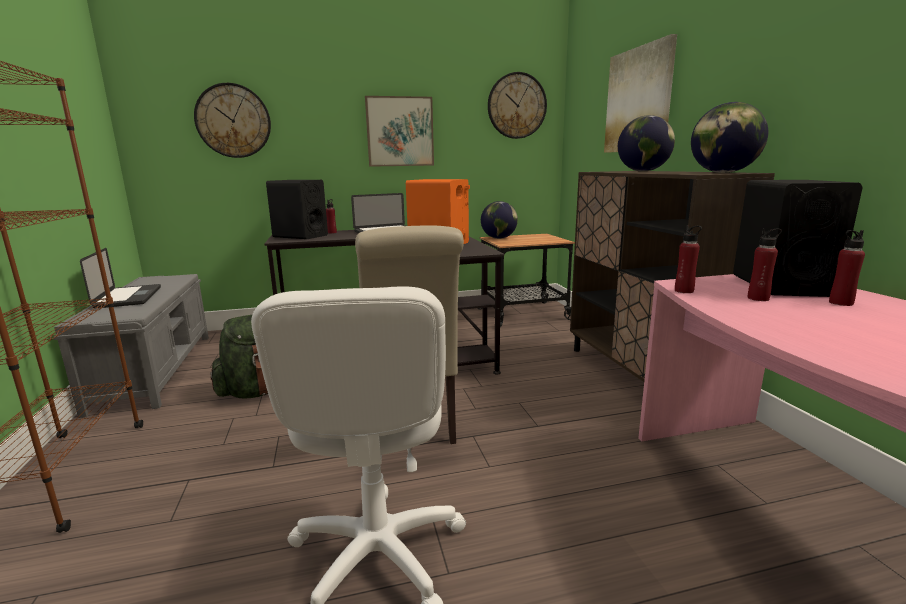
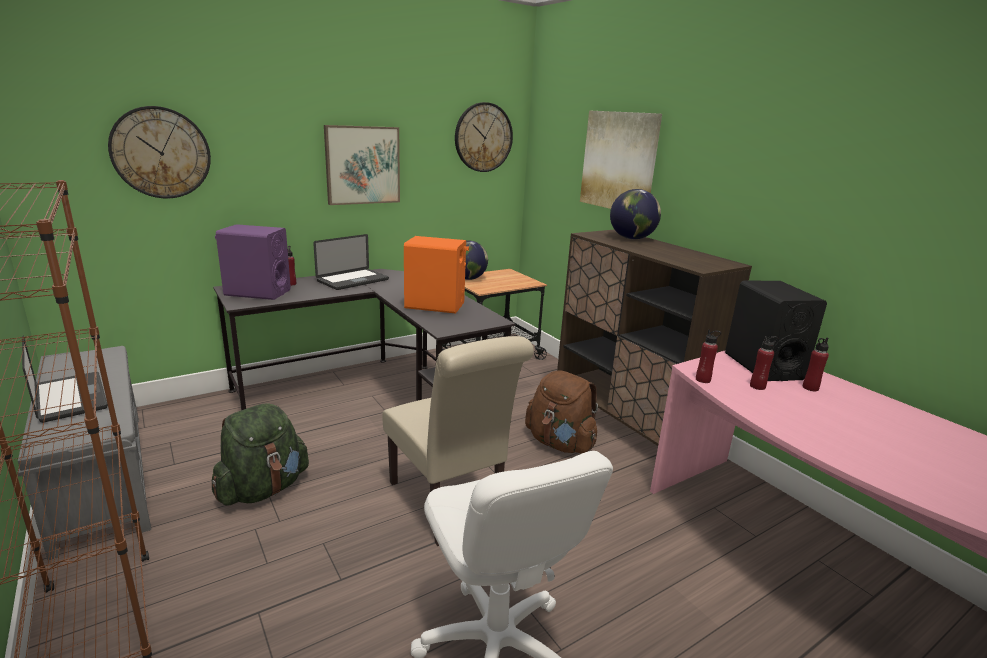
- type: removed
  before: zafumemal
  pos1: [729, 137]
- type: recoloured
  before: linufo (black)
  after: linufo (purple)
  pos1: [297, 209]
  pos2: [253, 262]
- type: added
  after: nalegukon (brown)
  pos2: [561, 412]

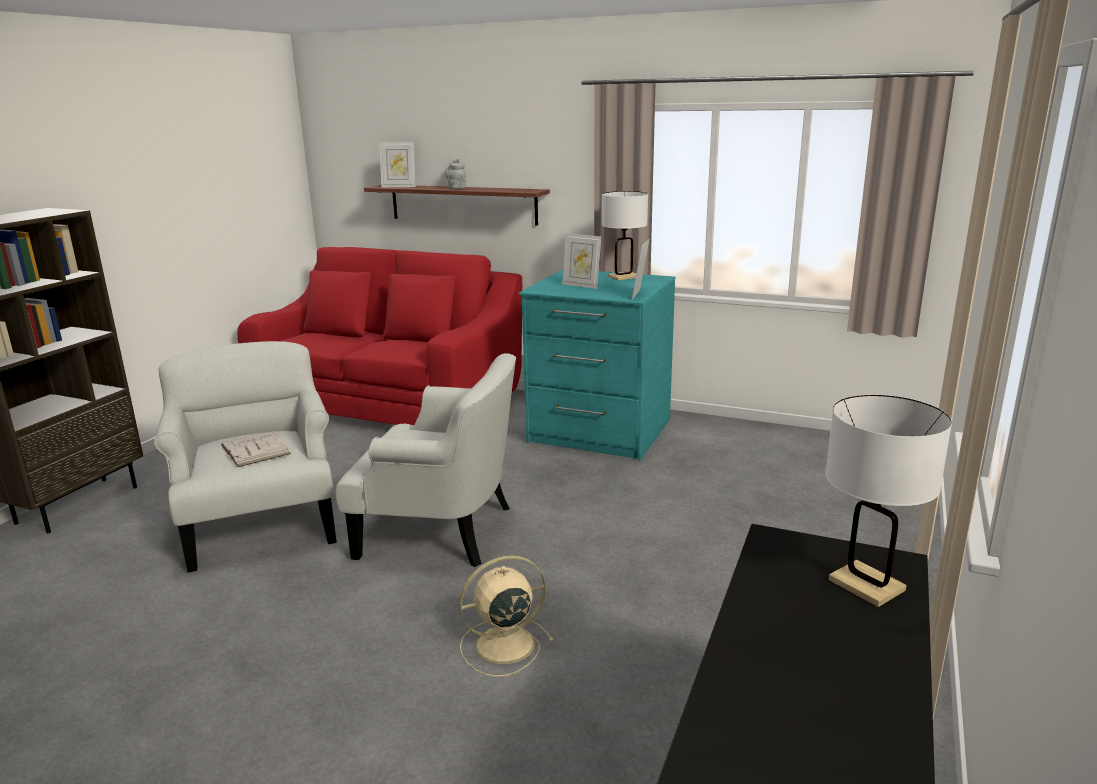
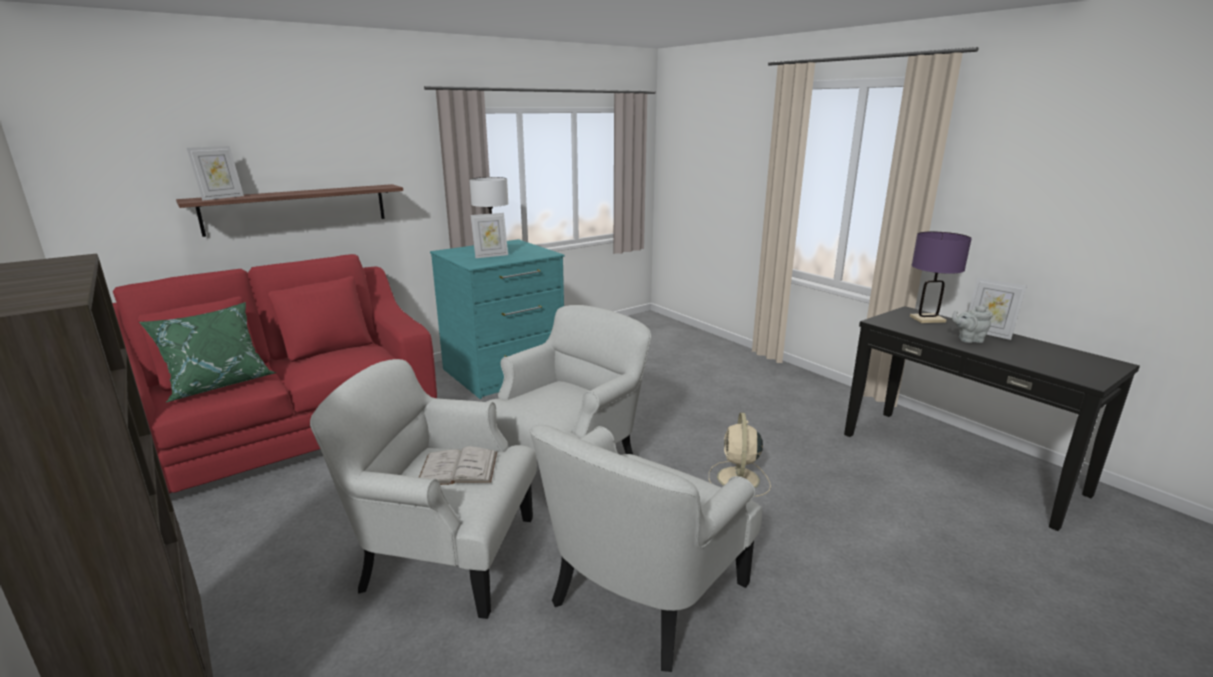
- type: moved
  before: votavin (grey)
  pos1: [455, 173]
  pos2: [972, 324]
- type: moved
  before: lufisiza
  pos1: [640, 269]
  pos2: [997, 308]
- type: recoloured
  before: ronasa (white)
  after: ronasa (purple)
  pos1: [888, 501]
  pos2: [941, 277]
- type: added
  after: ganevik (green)
  pos2: [208, 352]
- type: added
  after: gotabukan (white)
  pos2: [646, 548]

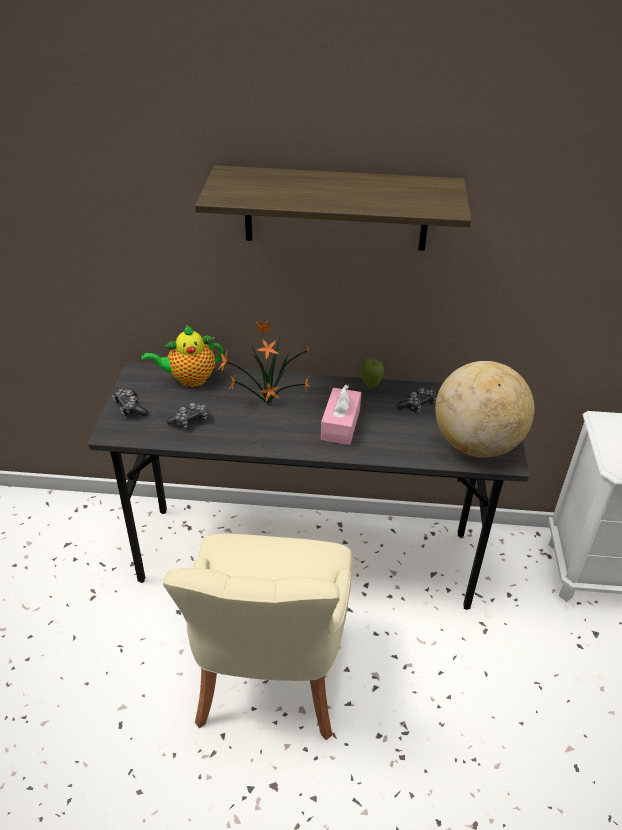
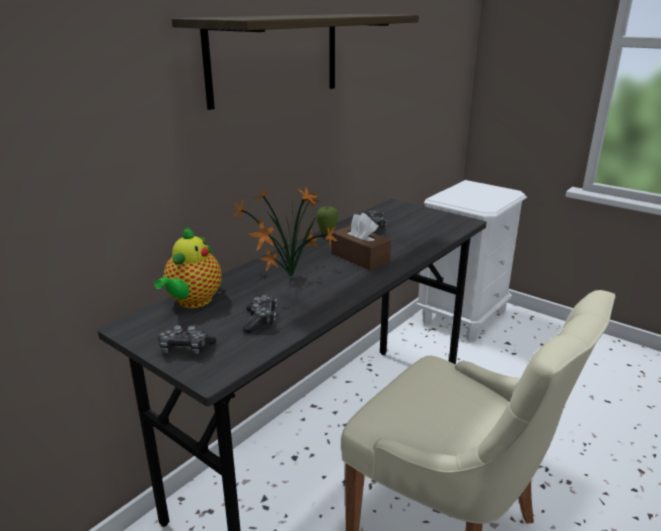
- type: removed
  before: zafumemal
  pos1: [484, 409]
- type: recoloured
  before: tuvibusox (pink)
  after: tuvibusox (brown)
  pos1: [341, 415]
  pos2: [361, 241]

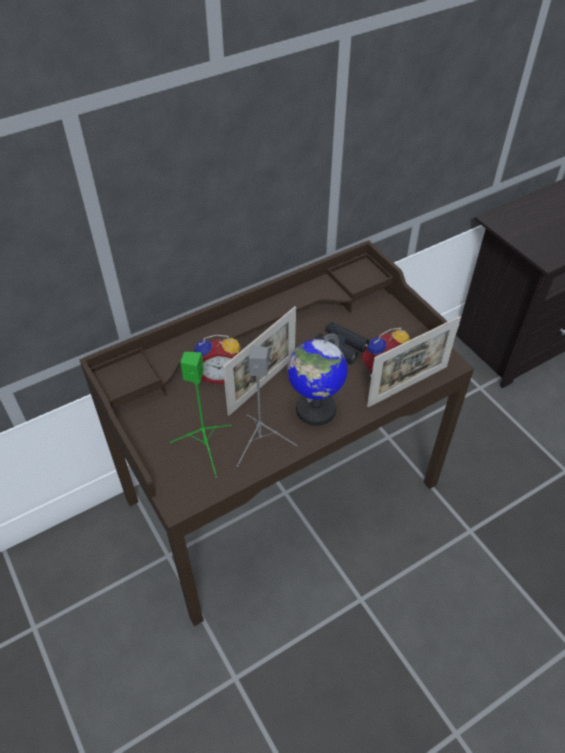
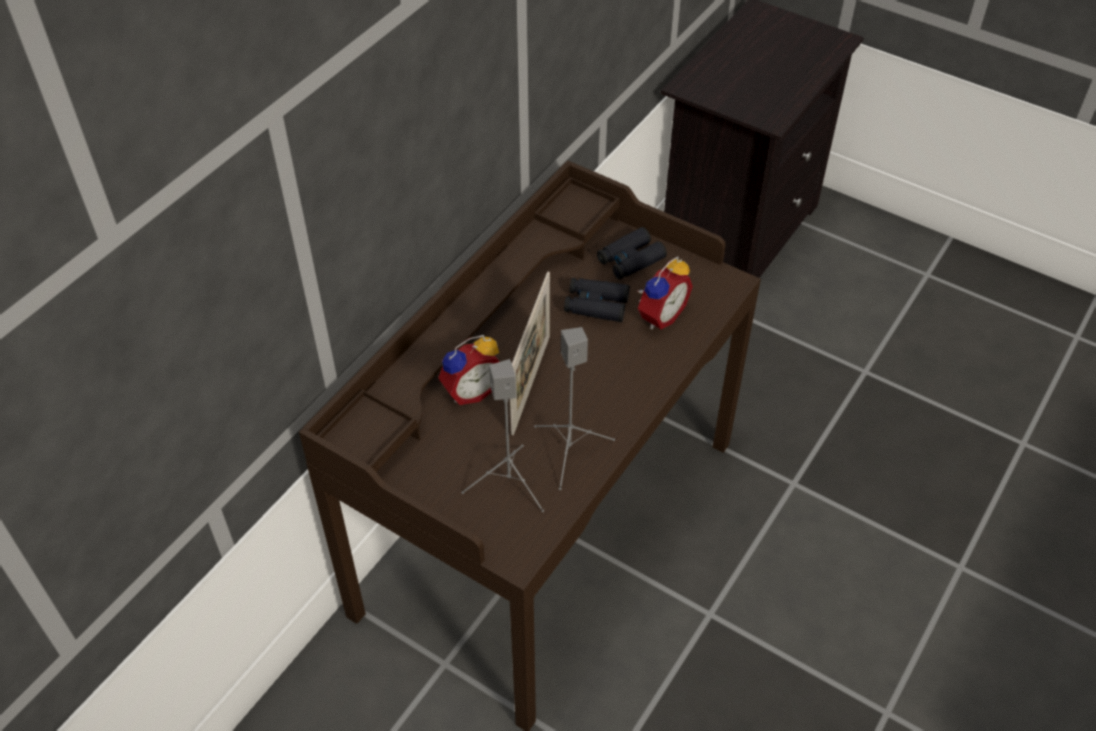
- type: removed
  before: lufisiza
  pos1: [414, 361]
- type: removed
  before: zafumemal
  pos1: [317, 380]
- type: recoloured
  before: linufo (green)
  after: linufo (grey)
  pos1: [201, 415]
  pos2: [502, 435]
- type: added
  after: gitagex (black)
  pos2: [632, 253]

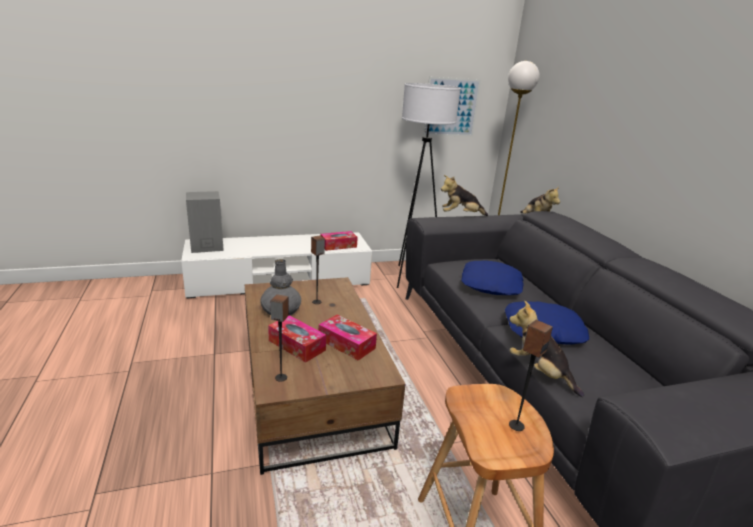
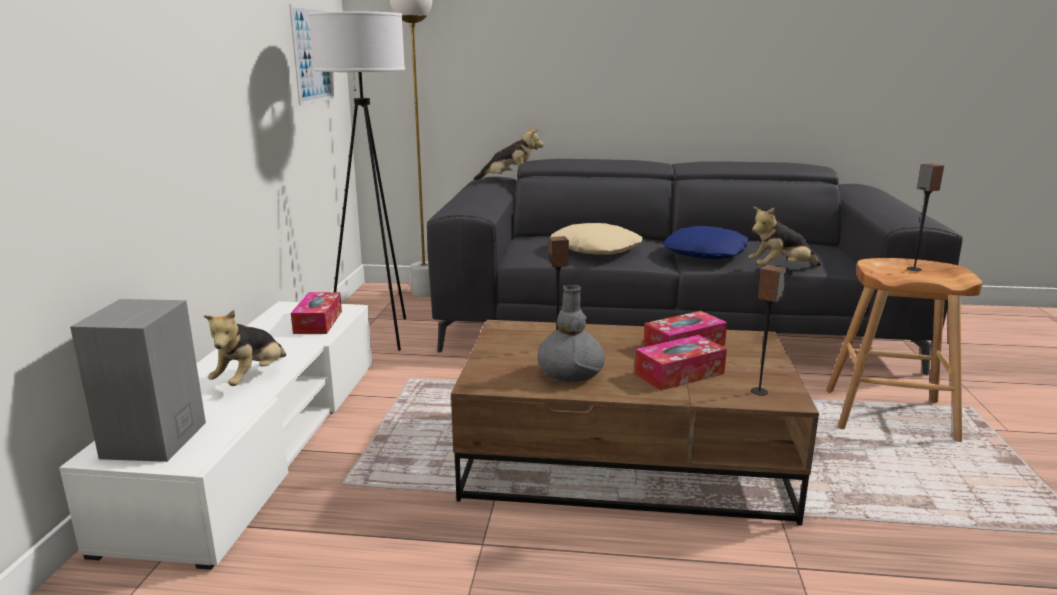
- type: moved
  before: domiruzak
  pos1: [464, 195]
  pos2: [245, 348]
- type: recoloured
  before: ganevik (blue)
  after: ganevik (beige)
  pos1: [492, 278]
  pos2: [596, 239]

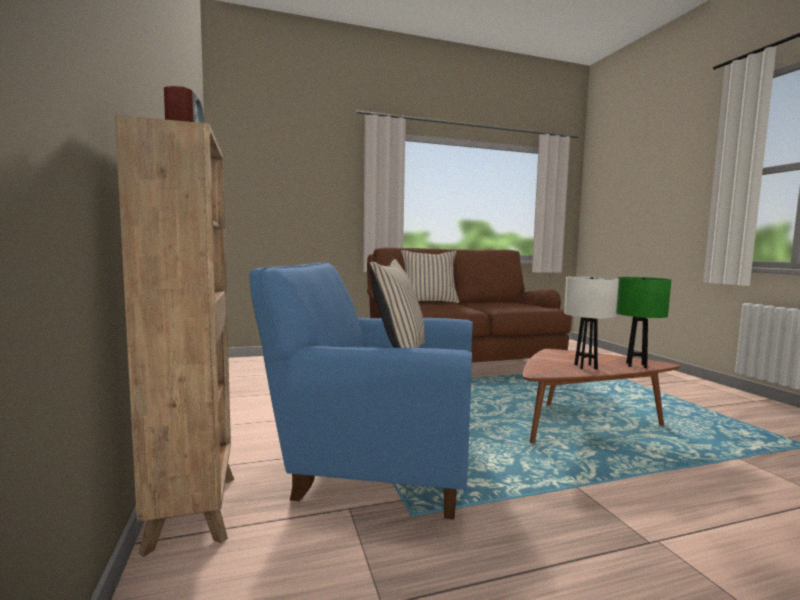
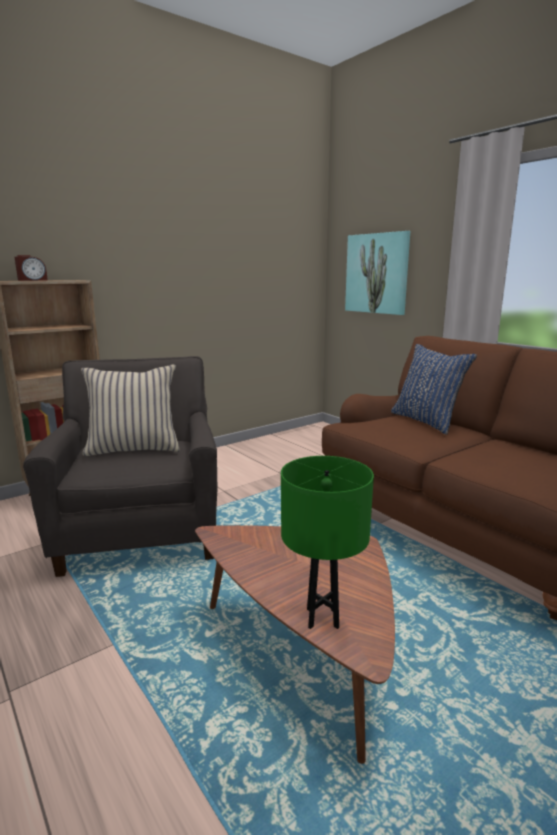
- type: recoloured
  before: ganevik (beige)
  after: ganevik (blue)
  pos1: [430, 276]
  pos2: [434, 389]
- type: recoloured
  before: gotabukan (blue)
  after: gotabukan (grey)
  pos1: [361, 390]
  pos2: [120, 466]
- type: removed
  before: ronasa (white)
  pos1: [591, 323]
- type: added
  after: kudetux
  pos2: [377, 273]

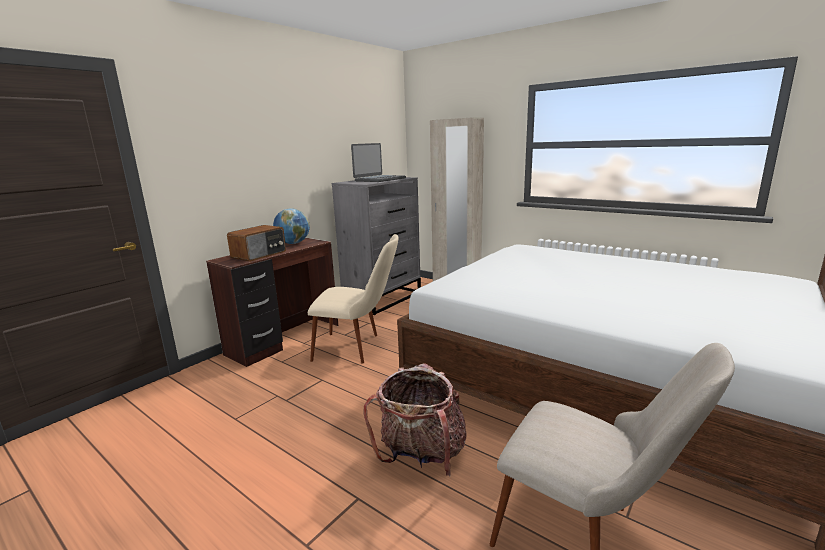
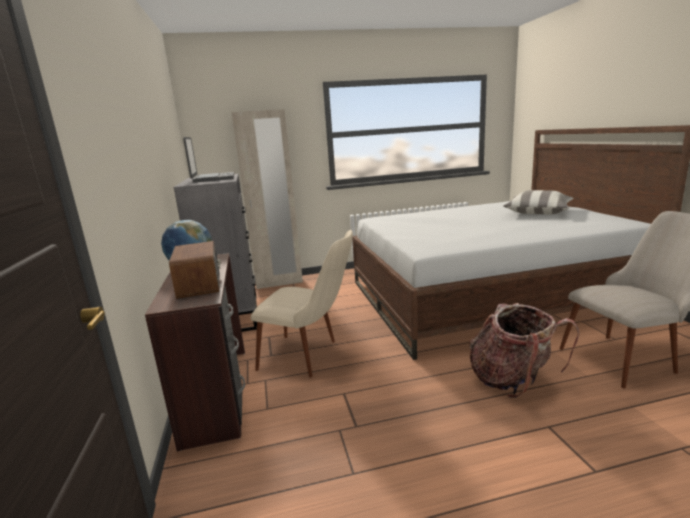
- type: turned
  before: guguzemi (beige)
  pos1: [353, 299]
  pos2: [302, 303]
  turn: 60
- type: added
  after: ganevik
  pos2: [538, 202]

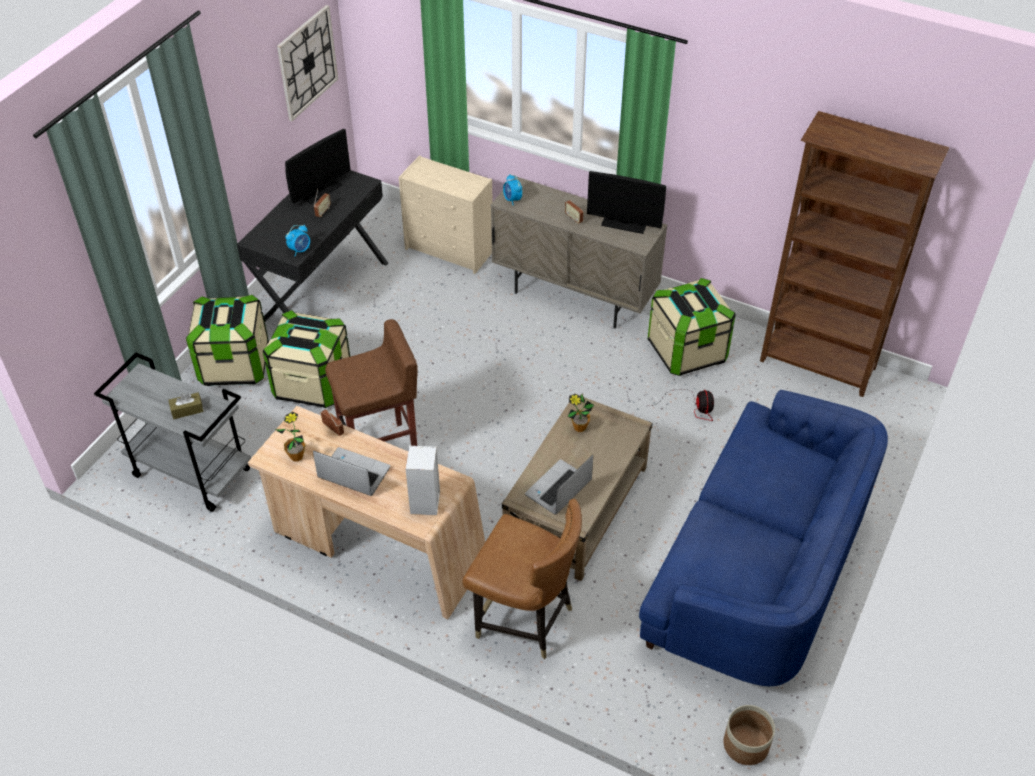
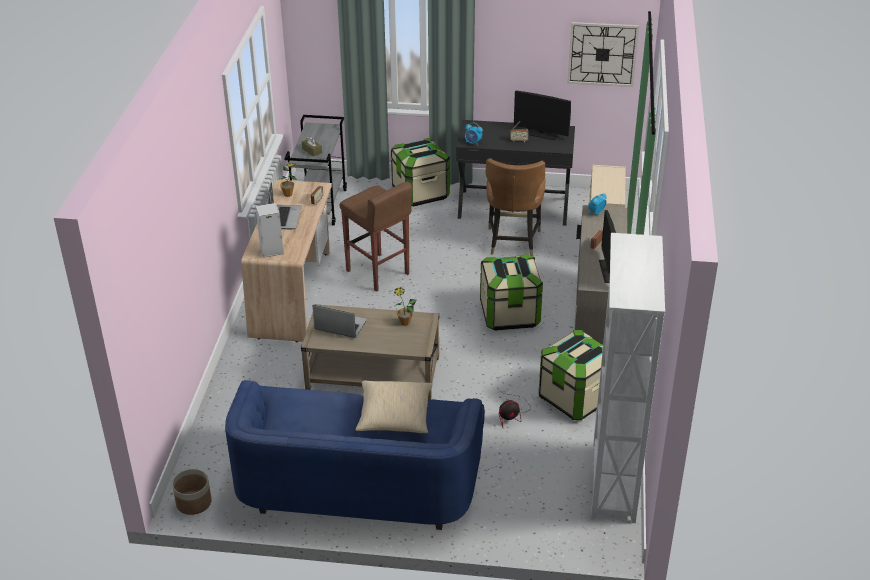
- type: recoloured
  before: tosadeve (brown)
  after: tosadeve (white)
  pos1: [854, 254]
  pos2: [628, 378]
- type: moved
  before: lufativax
  pos1: [306, 359]
  pos2: [511, 292]
- type: moved
  before: guguzemi (brown)
  pos1: [522, 579]
  pos2: [515, 207]
- type: added
  after: ganevik (beige)
  pos2: [394, 407]

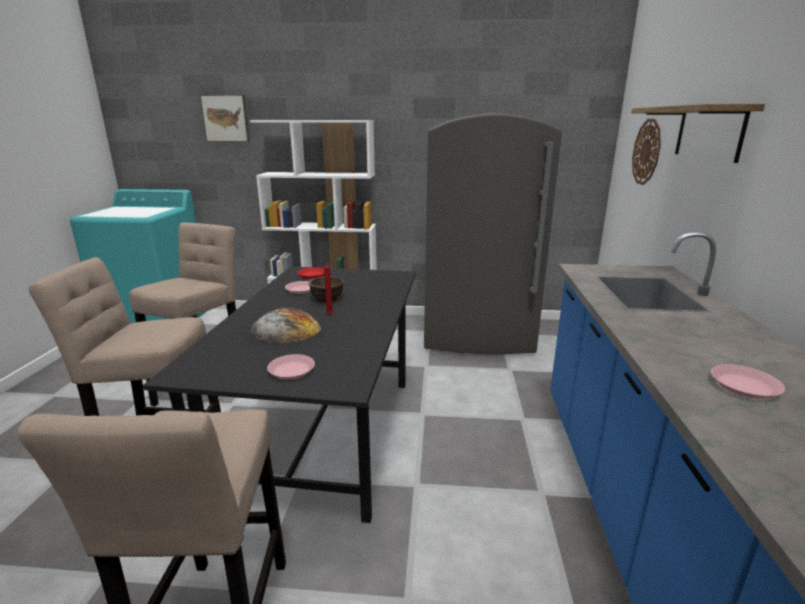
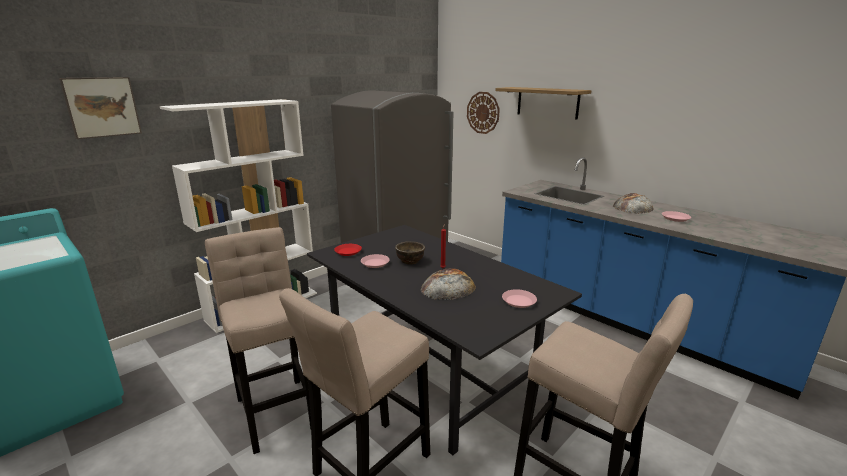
- type: added
  after: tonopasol
  pos2: [633, 203]

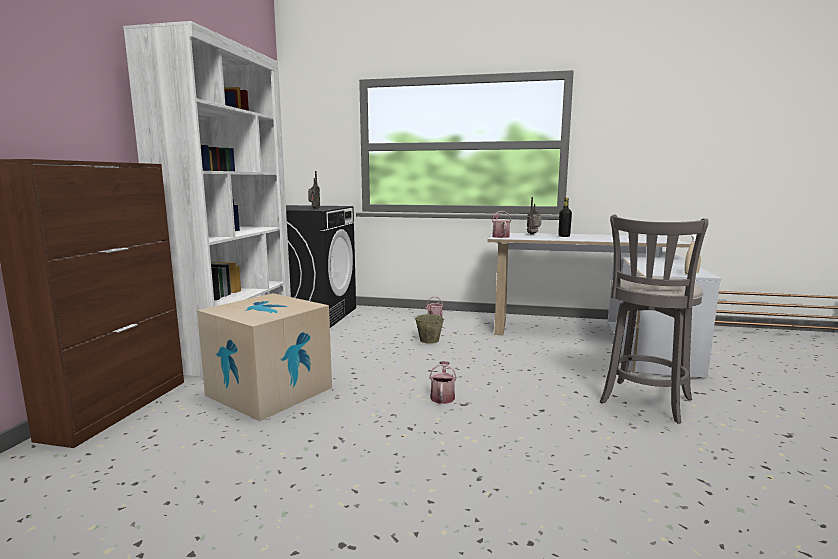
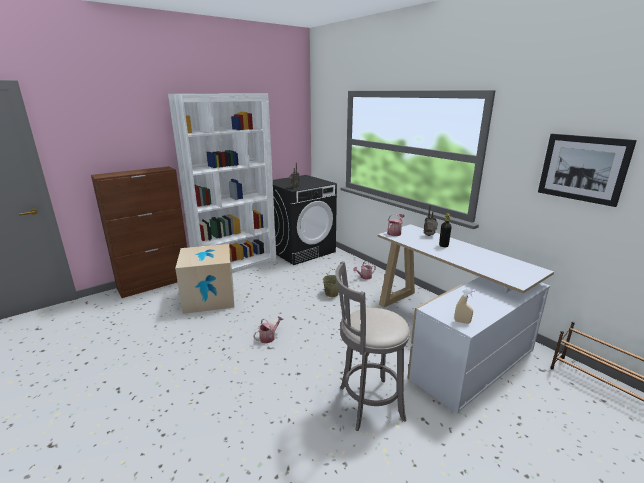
- type: added
  after: kudetux
  pos2: [587, 170]

